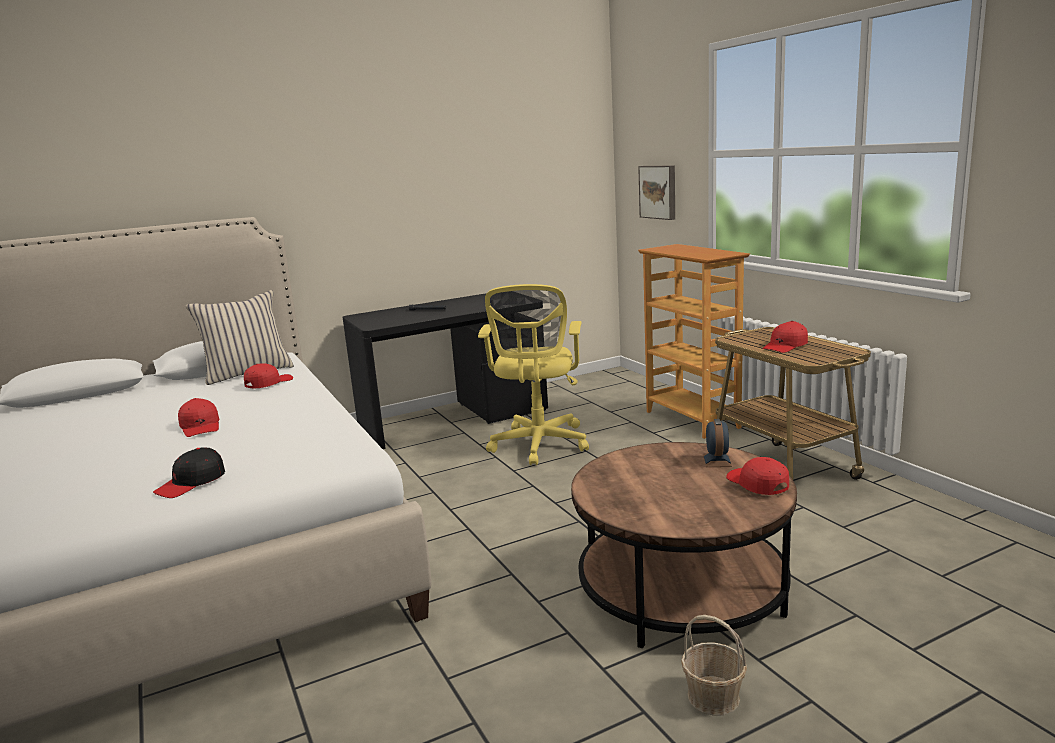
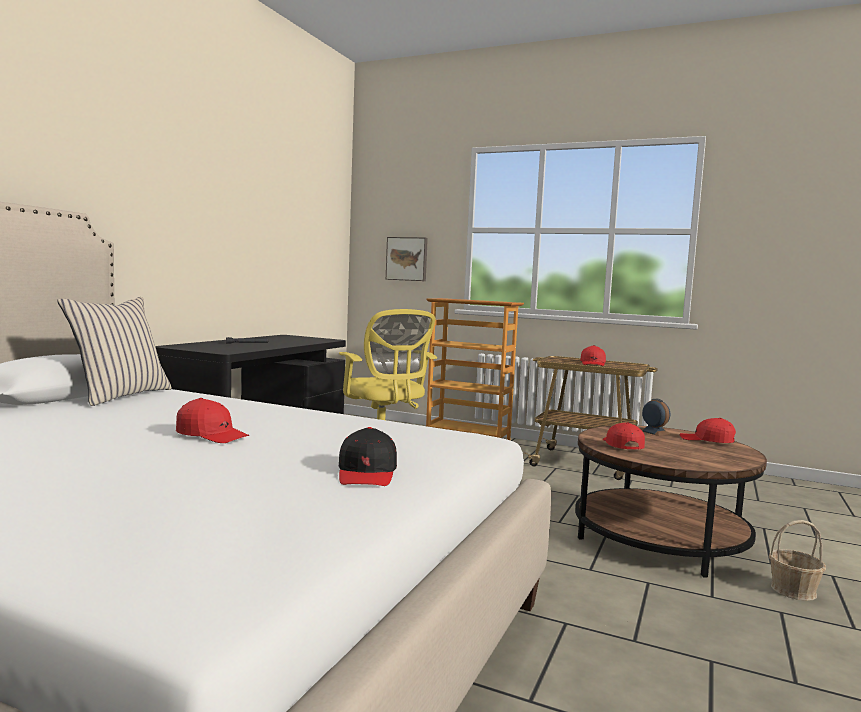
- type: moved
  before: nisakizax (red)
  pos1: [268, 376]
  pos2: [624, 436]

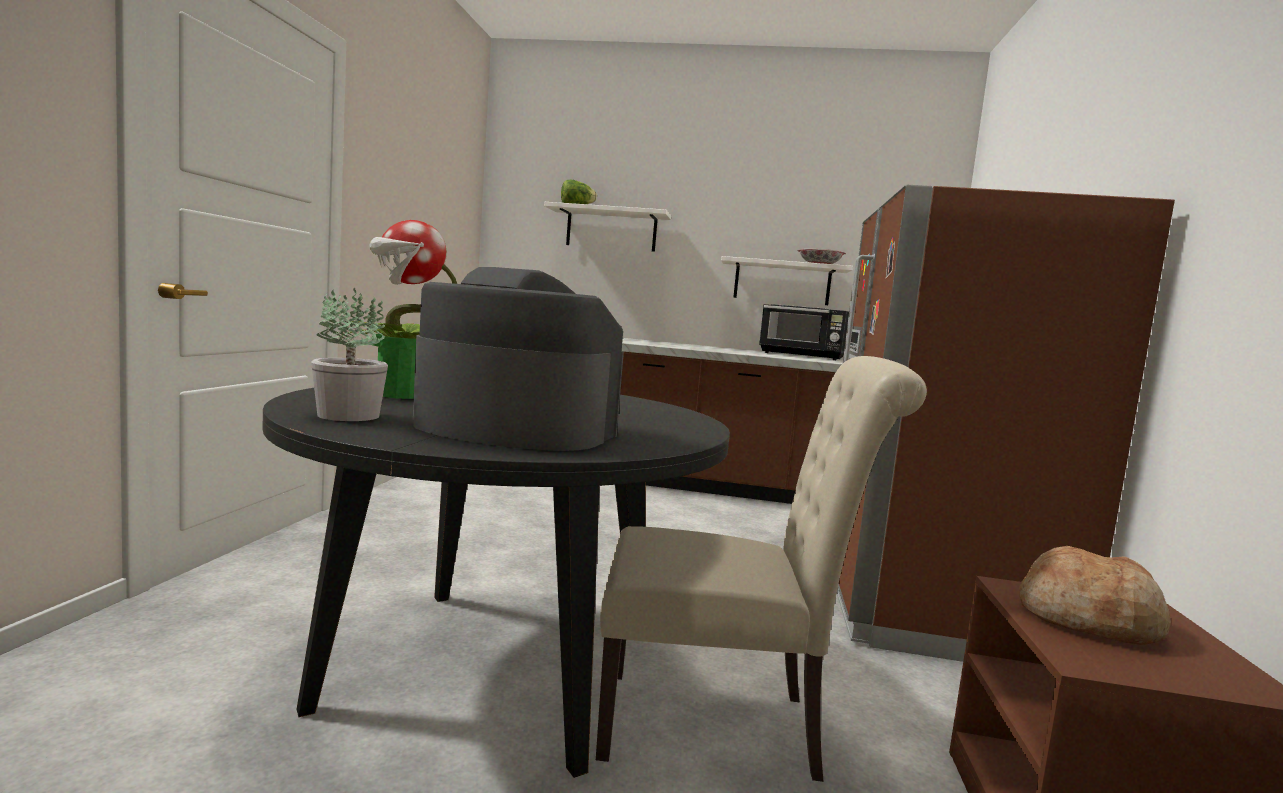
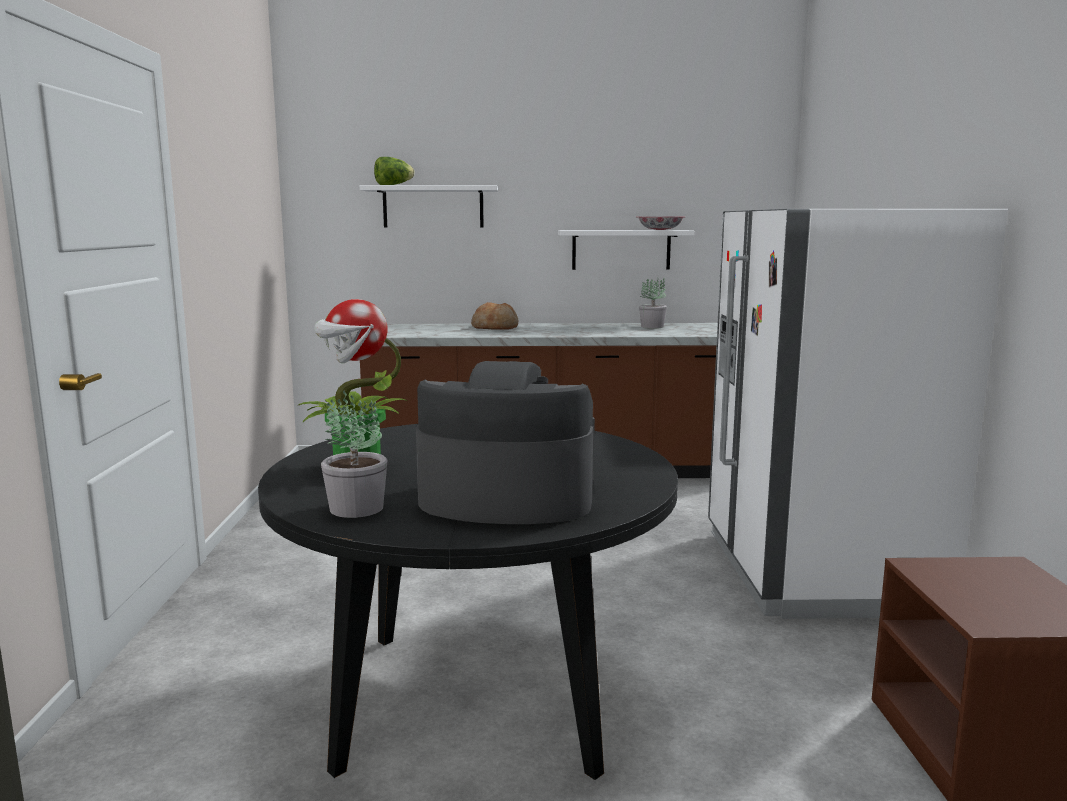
- type: recoloured
  before: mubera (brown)
  after: mubera (white)
  pos1: [1006, 423]
  pos2: [858, 414]
- type: replaced
  before: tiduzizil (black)
  after: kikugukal
  pos1: [804, 332]
  pos2: [653, 302]
- type: removed
  before: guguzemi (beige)
  pos1: [761, 569]
- type: moved
  before: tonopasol
  pos1: [1095, 595]
  pos2: [495, 316]

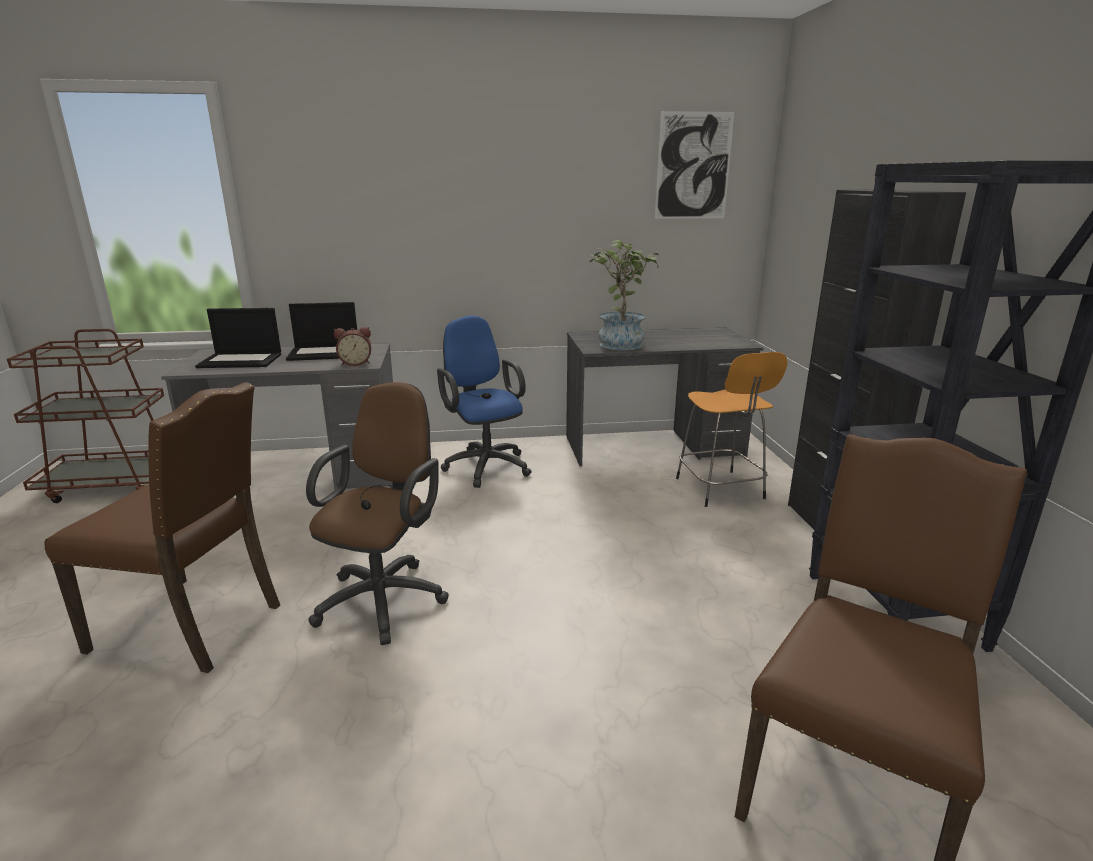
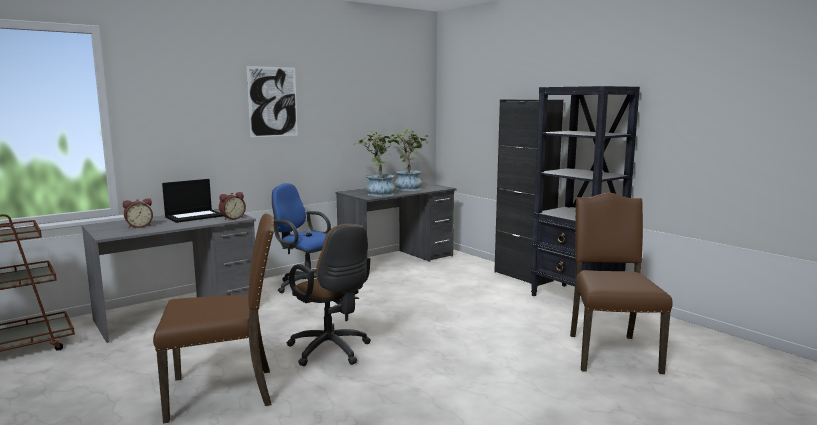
- type: moved
  before: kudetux
  pos1: [694, 165]
  pos2: [272, 102]
- type: replaced
  before: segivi
  after: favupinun
  pos1: [238, 338]
  pos2: [138, 213]
- type: removed
  before: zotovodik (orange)
  pos1: [732, 429]
- type: turned
  before: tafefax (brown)
  pos1: [377, 513]
  pos2: [329, 295]
  turn: 150
- type: added
  after: kikugukal
  pos2: [409, 160]

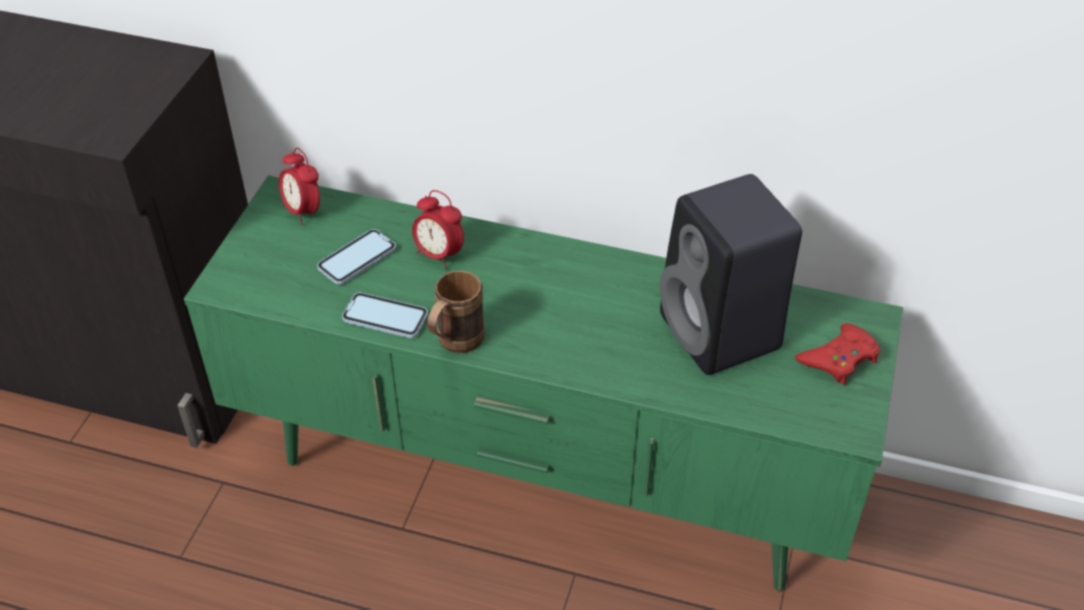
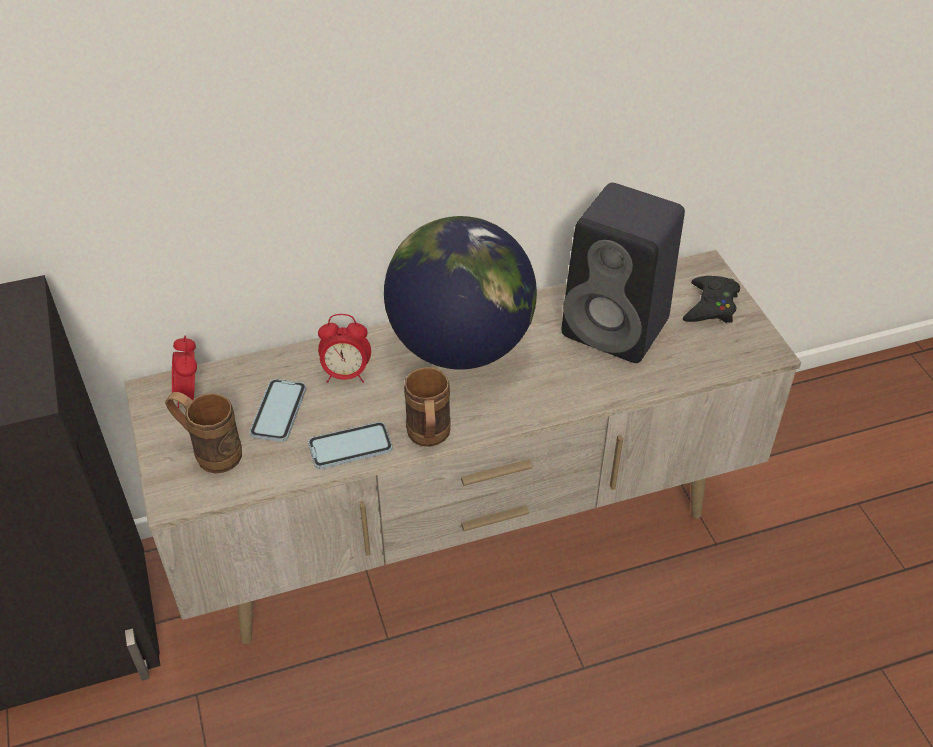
- type: turned
  before: favupinun
  pos1: [299, 186]
  pos2: [184, 372]
  turn: 60
- type: recoloured
  before: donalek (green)
  after: donalek (beige)
  pos1: [543, 383]
  pos2: [463, 447]
- type: recoloured
  before: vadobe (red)
  after: vadobe (black)
  pos1: [837, 354]
  pos2: [711, 299]
- type: added
  after: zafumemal
  pos2: [460, 293]
- type: added
  after: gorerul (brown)
  pos2: [203, 432]

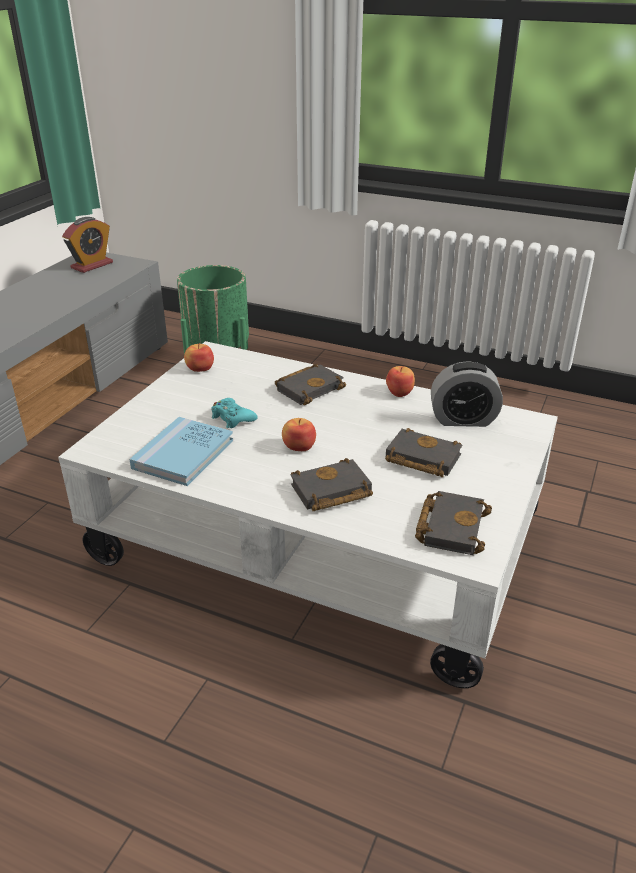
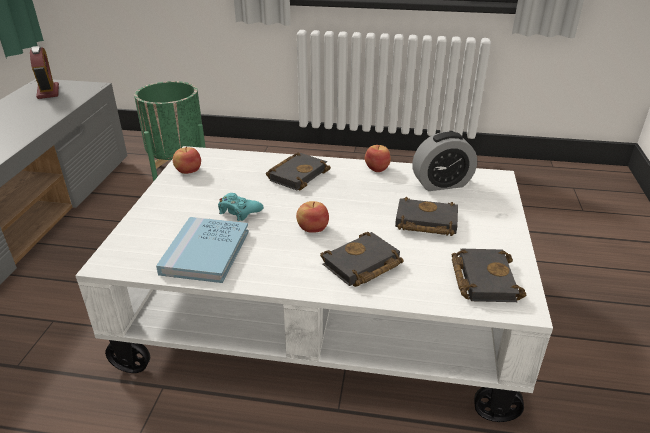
- type: turned
  before: favupinun
  pos1: [87, 245]
  pos2: [44, 72]
  turn: -45

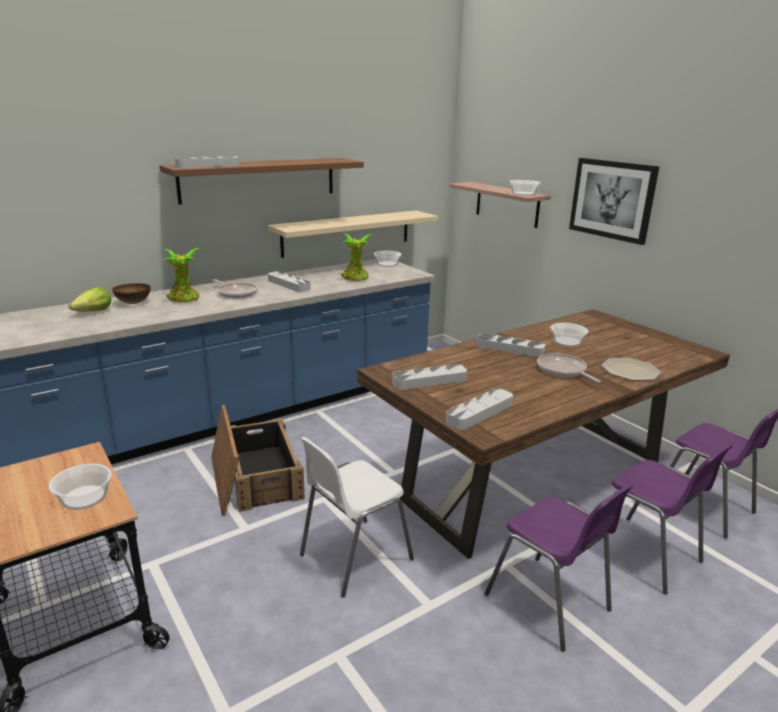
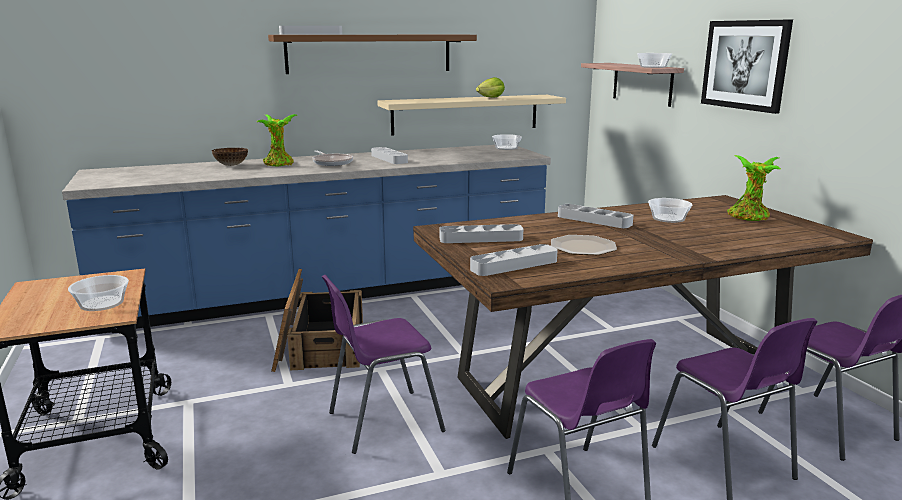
- type: moved
  before: kikugukal
  pos1: [357, 257]
  pos2: [754, 188]
- type: moved
  before: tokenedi
  pos1: [90, 299]
  pos2: [490, 87]
- type: removed
  before: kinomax
  pos1: [569, 368]
- type: moved
  before: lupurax
  pos1: [631, 369]
  pos2: [584, 245]
- type: recoloured
  before: guguzemi (white)
  after: guguzemi (purple)
  pos1: [357, 517]
  pos2: [383, 364]

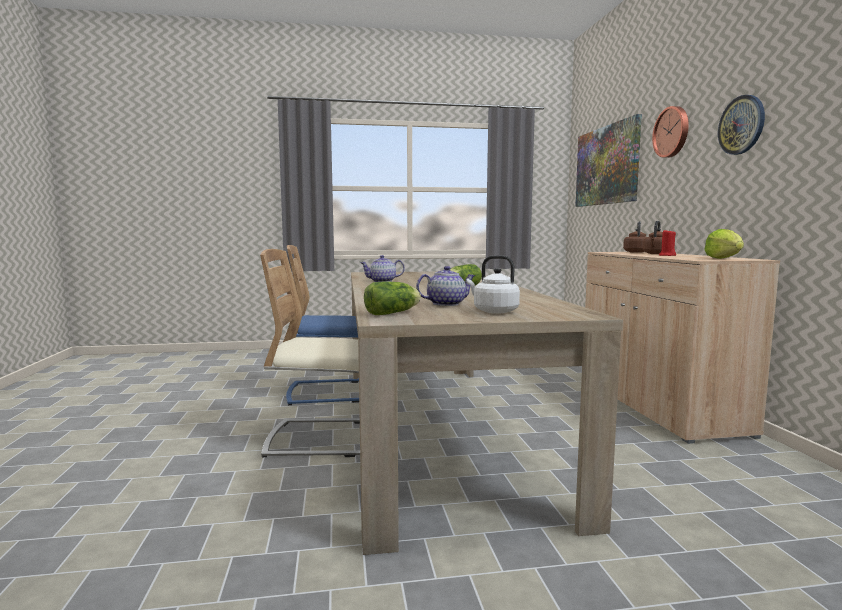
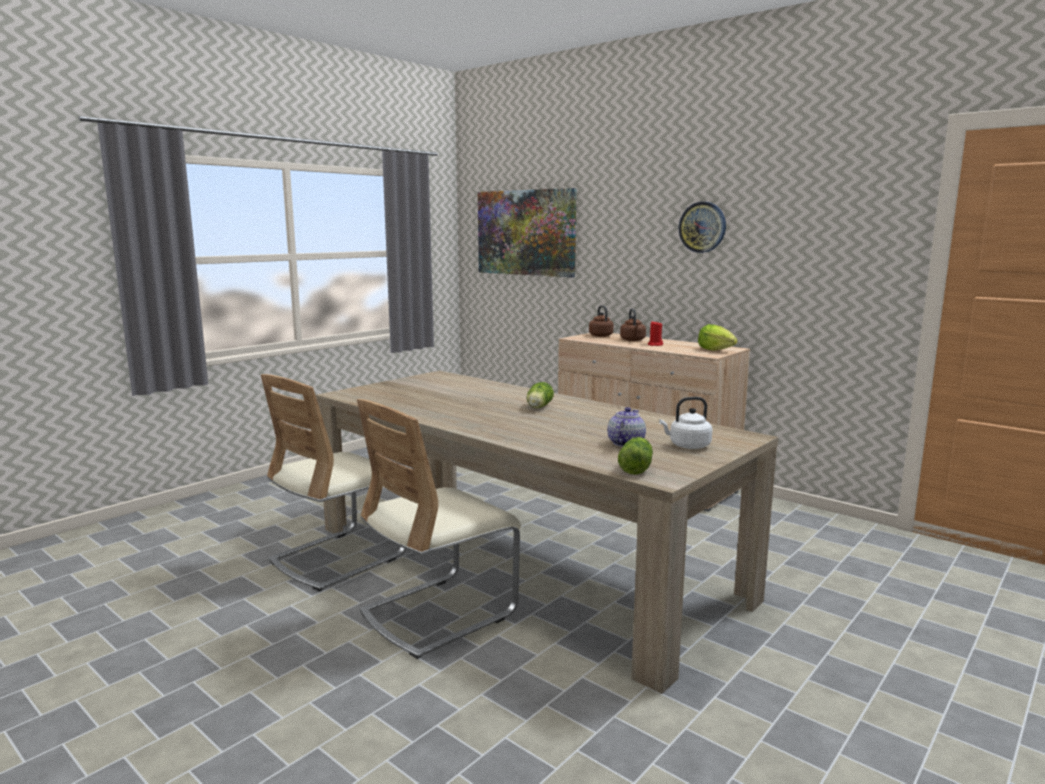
- type: removed
  before: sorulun
  pos1: [670, 132]
- type: recoloured
  before: guguzemi (blue)
  after: guguzemi (beige)
  pos1: [322, 325]
  pos2: [333, 482]
- type: removed
  before: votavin
  pos1: [382, 268]

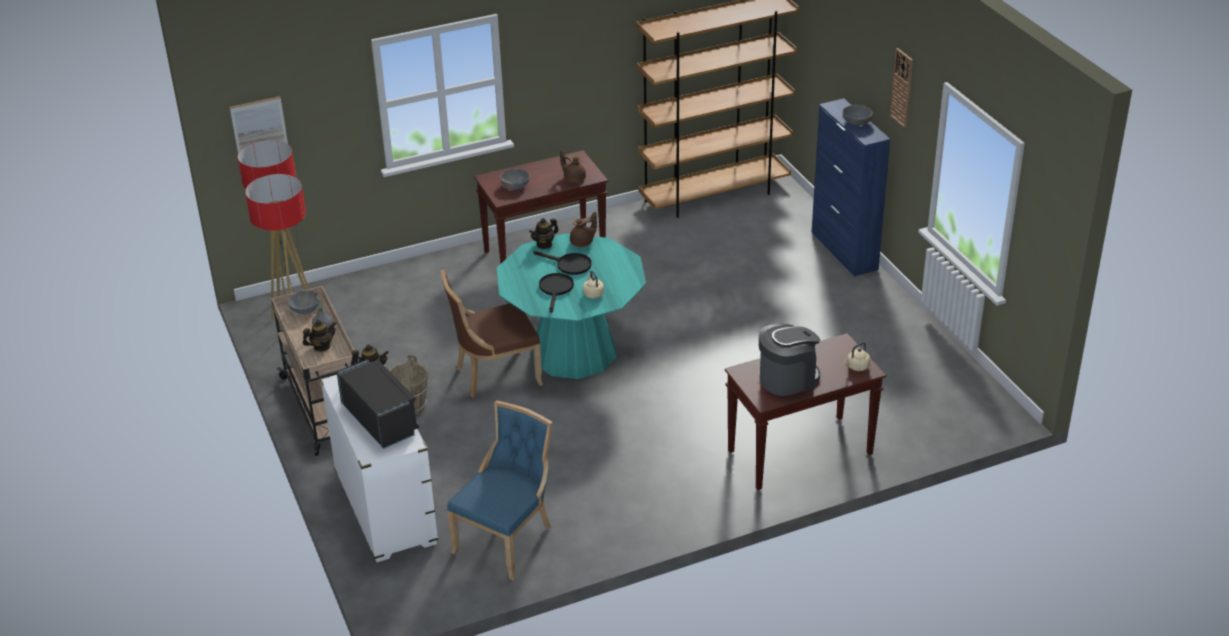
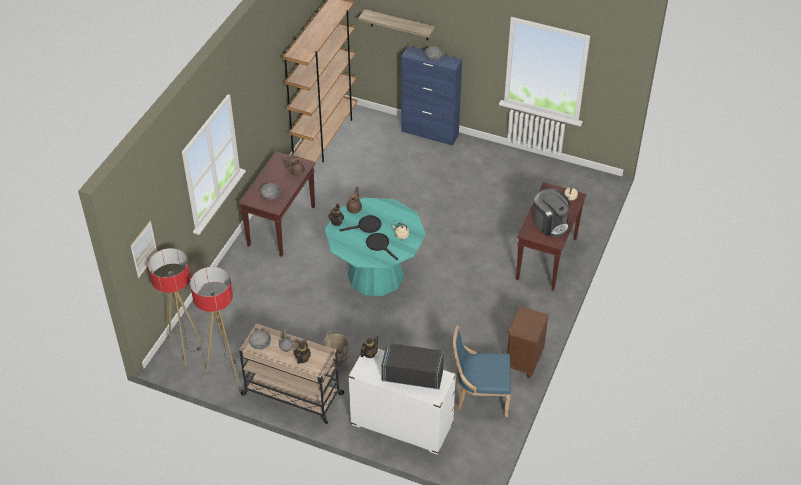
- type: removed
  before: sorulun
  pos1: [901, 88]
- type: removed
  before: guguzemi (brown)
  pos1: [492, 333]
- type: turned
  before: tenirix
  pos1: [789, 359]
  pos2: [552, 212]
  turn: 120
- type: turned
  before: guguzemi (blue)
  pos1: [500, 490]
  pos2: [482, 371]
  turn: -75
- type: added
  after: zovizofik
  pos2: [396, 24]
- type: added
  after: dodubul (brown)
  pos2: [528, 342]

